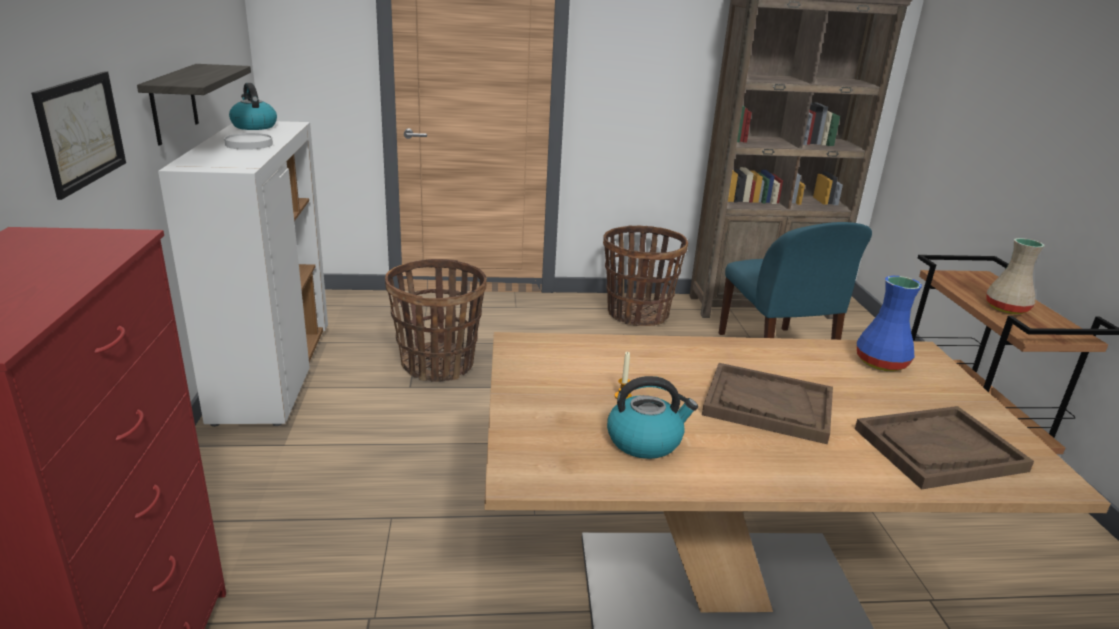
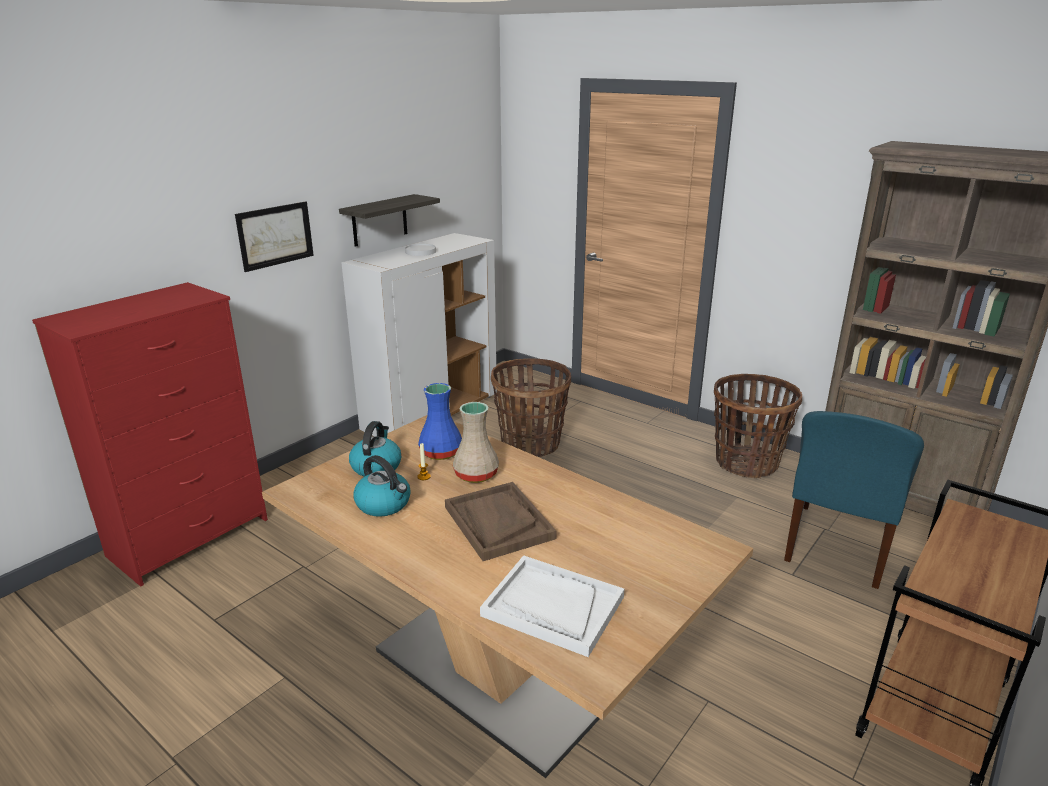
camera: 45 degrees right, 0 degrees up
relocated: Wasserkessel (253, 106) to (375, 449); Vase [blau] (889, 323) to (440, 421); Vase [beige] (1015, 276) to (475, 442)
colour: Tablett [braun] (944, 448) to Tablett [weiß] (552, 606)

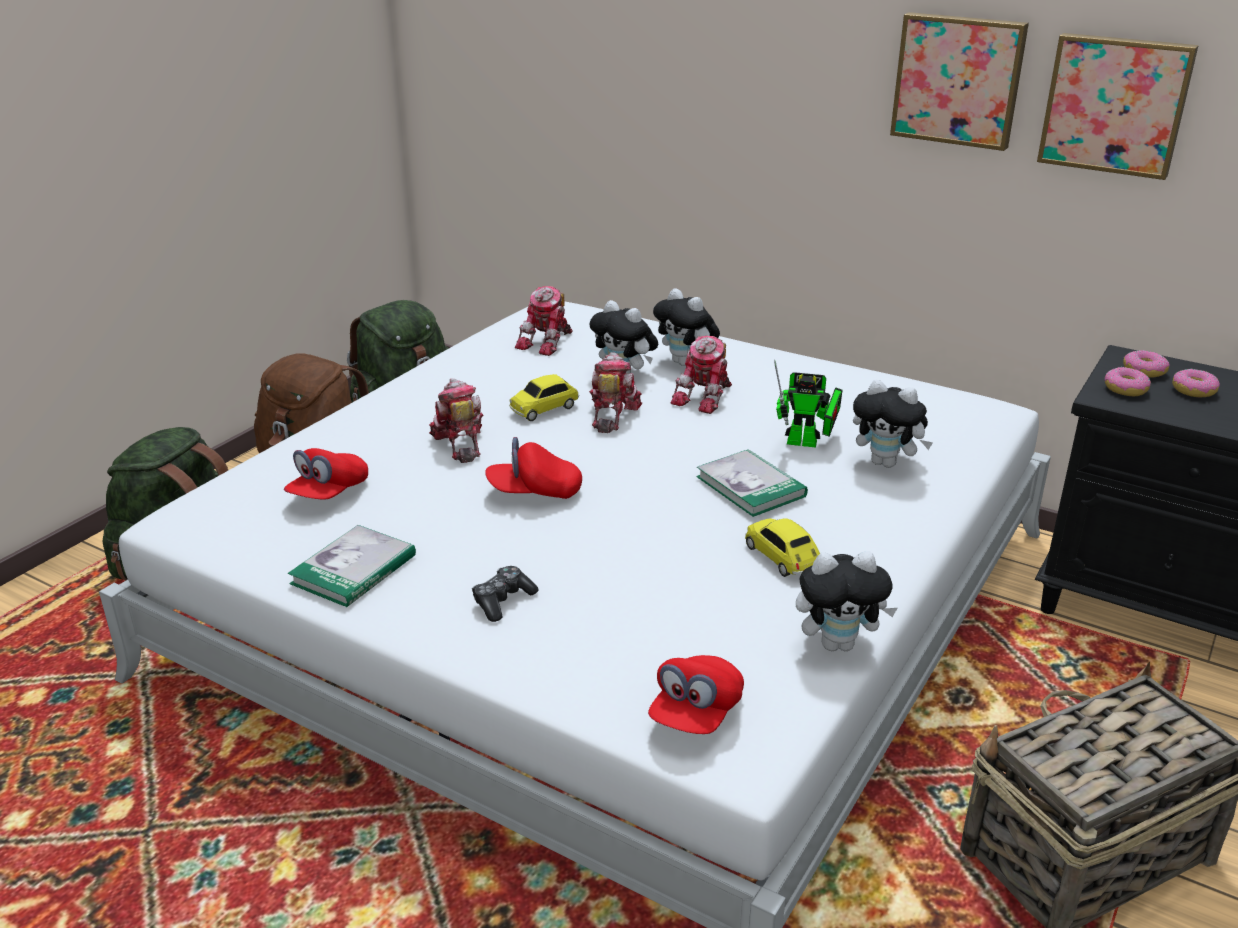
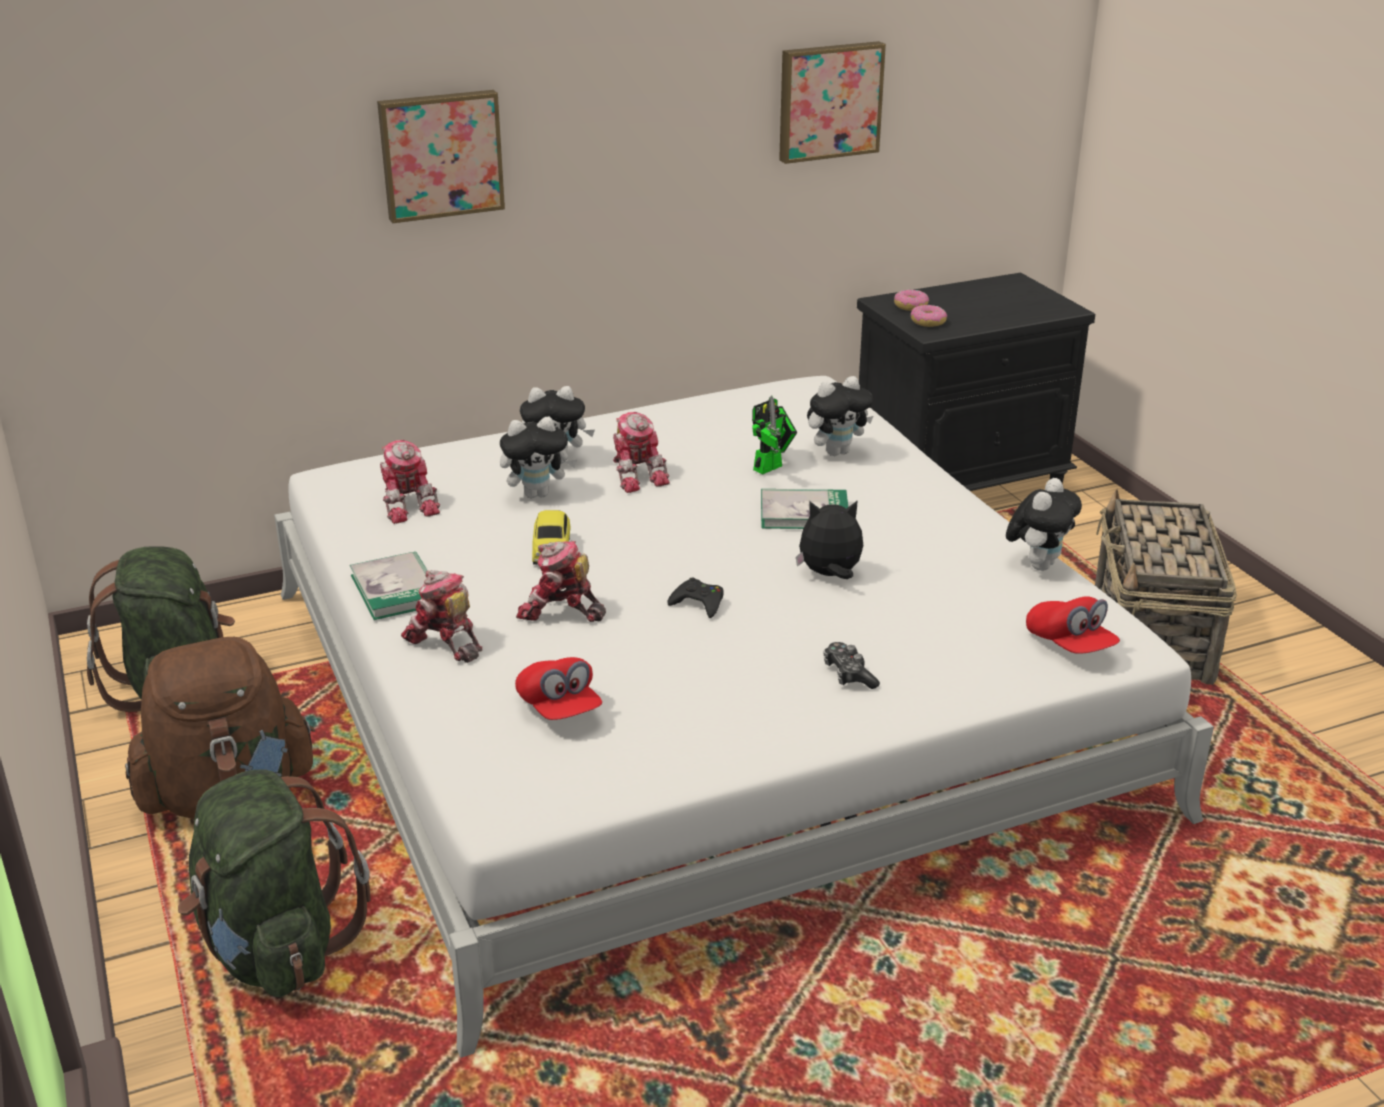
camera: 55 degrees left, 0 degrees up
missing: Spielzeugauto (782, 547); Donut (1196, 383)
appeared: Plüschtier (829, 540)
relocated: Buch (352, 566) to (389, 585); Spielzeugroboter (615, 392) to (441, 616); Bild (959, 81) to (441, 156)
exchanged: Kappe [rot] (533, 468) to Gamepad [schwarz] (696, 597)

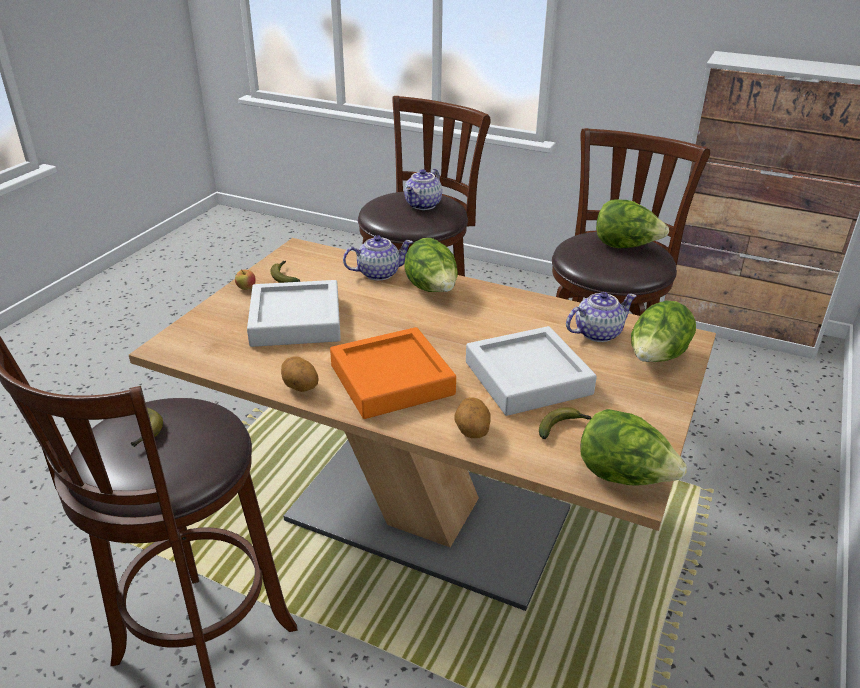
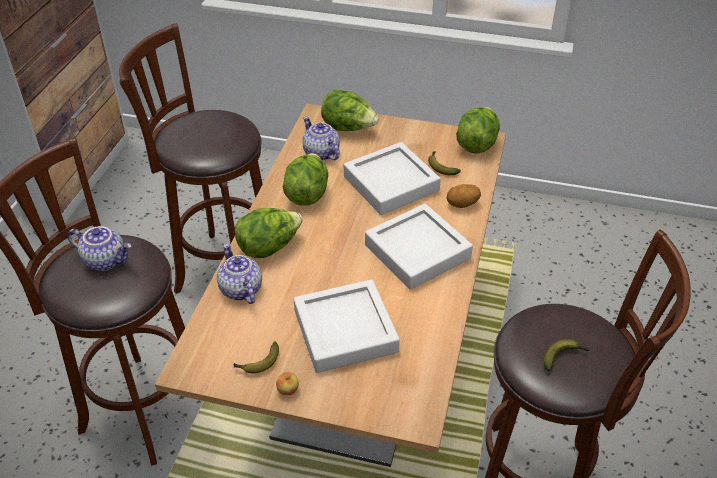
camera: 100 degrees left, 10 degrees up
missing: Kartoffel (300, 374)
relocated: Salatkopf (632, 224) to (305, 179)
colour: Tablett [orange] (393, 373) to Tablett [grau] (419, 247)

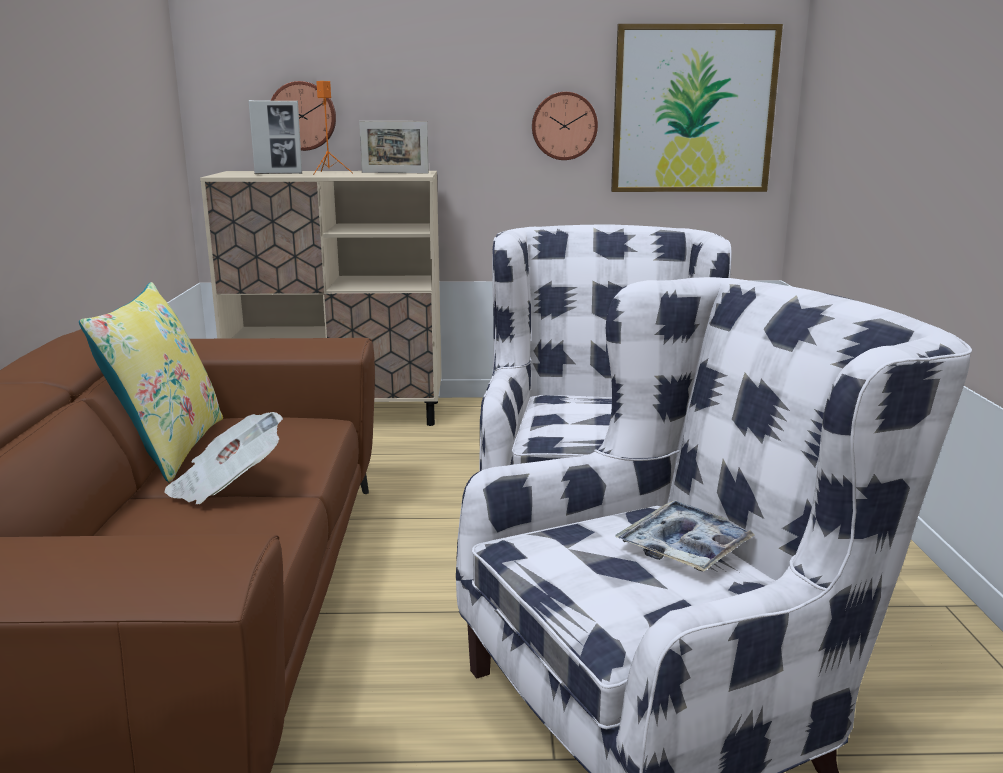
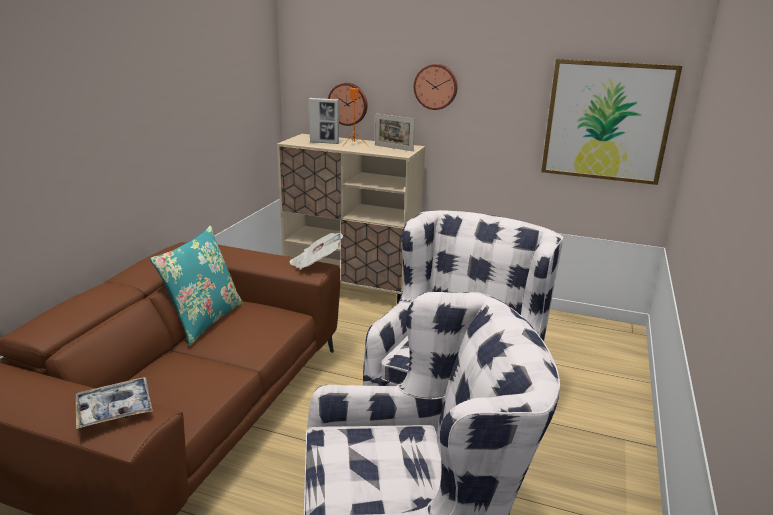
camera: 20 degrees right, 5 degrees up
relocated: Zeitung (223, 458) to (316, 251); Wanduhr (565, 126) to (436, 87); Tablett (685, 535) to (114, 403)
colour: Kissen [gelb] (151, 382) to Kissen [türkis] (196, 286)

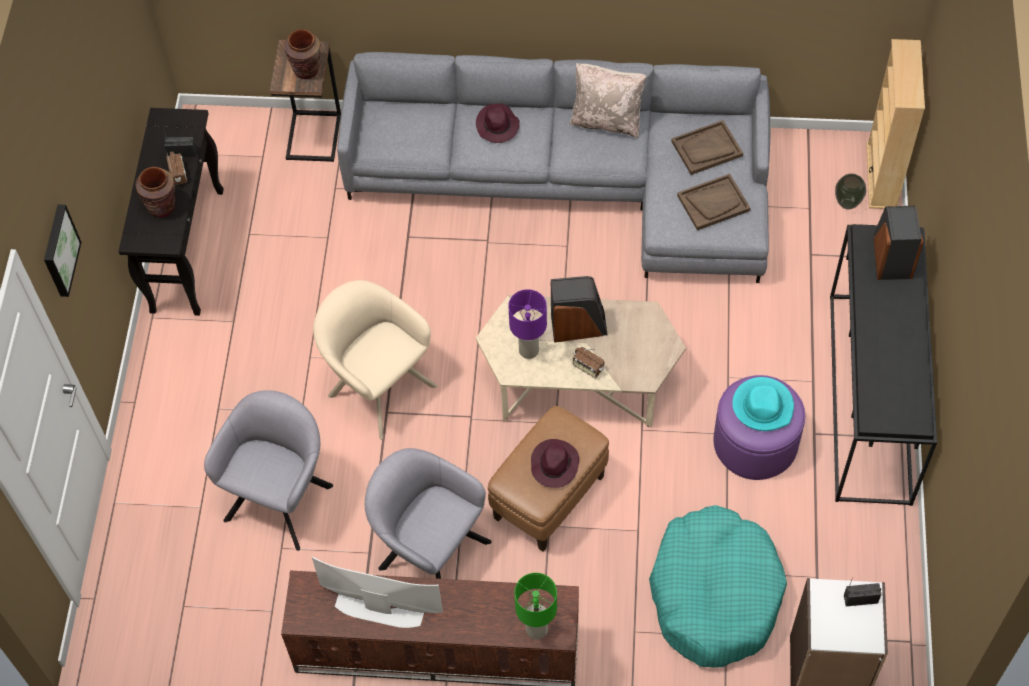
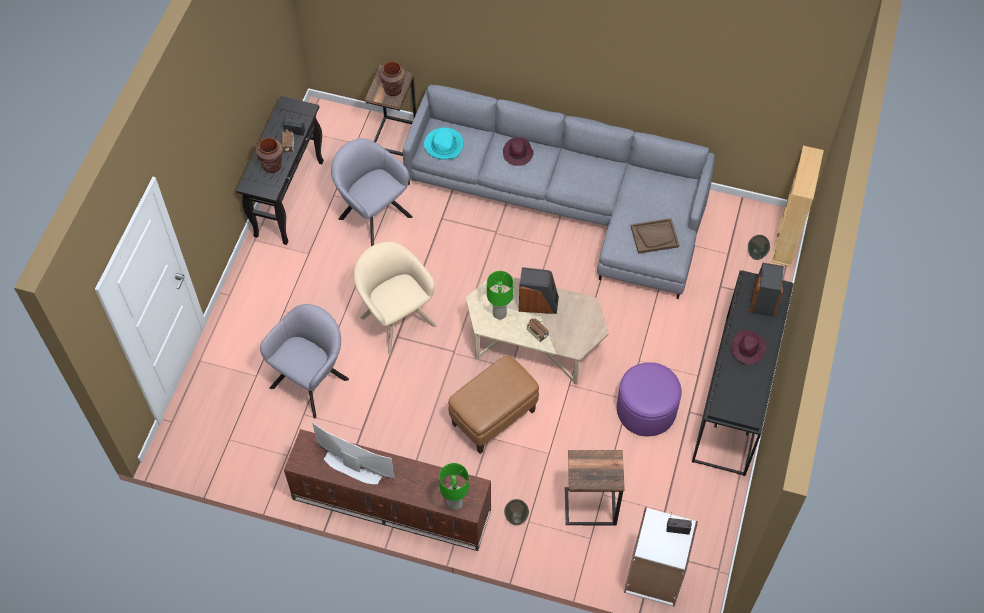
camera: 10 degrees right, 0 degrees up
missing: Bild (63, 251); Kissen [beige] (608, 100); Tablett [braun] (707, 147)
appeared: Vase (516, 512)
relocated: Sessel [grau] (428, 513) to (372, 192); Hut [lila] (555, 463) to (748, 347); Hut [türkis] (763, 404) to (444, 143)
exchanged: Hundebett [türkis] (718, 586) to Beistelltisch (595, 487)
colour: Tischlampe [lila] (527, 324) to Tischlampe [grün] (500, 295)

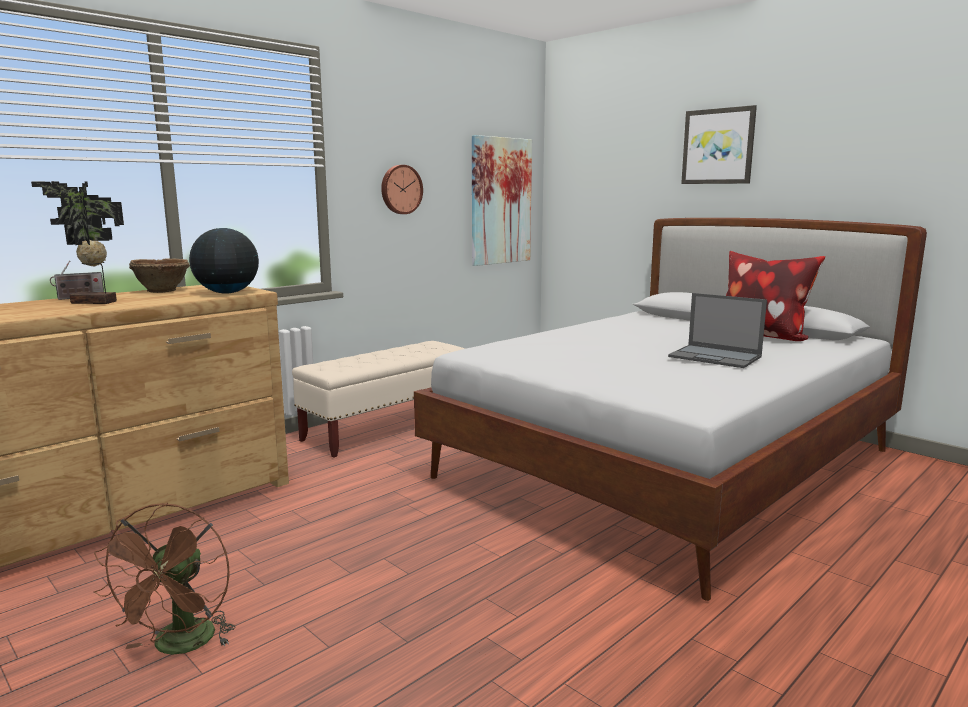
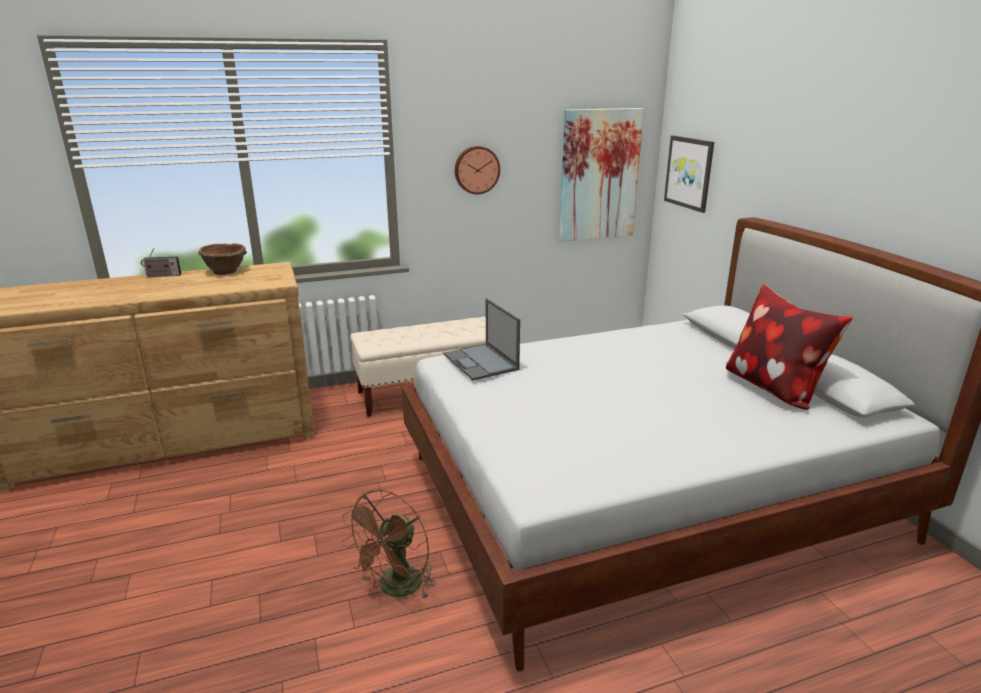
camera: 25 degrees right, 10 degrees up
missing: Topfpflanze (77, 242); Globus (224, 261)
relocated: Ventilator [braun] (165, 579) to (388, 545); Laptop (717, 330) to (481, 339); Bild (719, 144) to (689, 174)

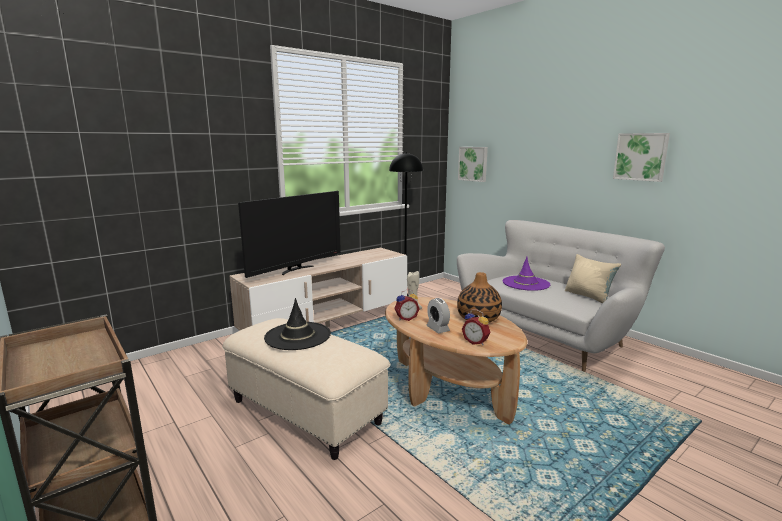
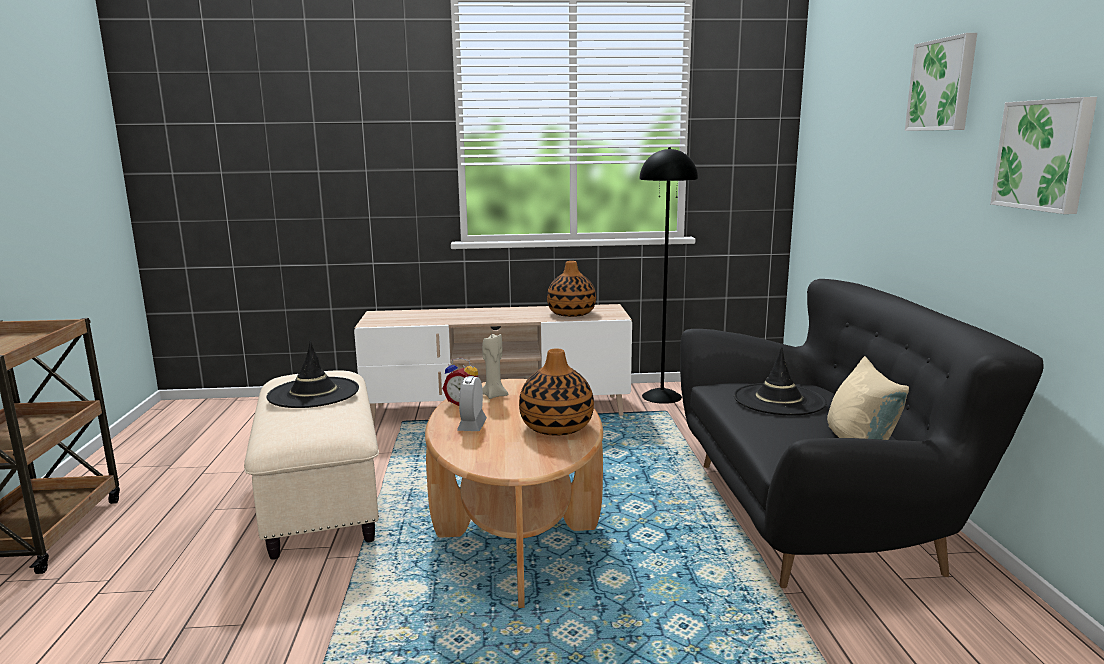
camera: 35 degrees right, 0 degrees up
missing: Fernseher (289, 234); Wecker (476, 327)
appeared: Vase (571, 289)
relocated: Bild (473, 164) to (941, 82)
colour: Sofa [weiß] (561, 296) to Sofa [schwarz] (862, 433); Hut [lila] (526, 274) to Hut [schwarz] (780, 381)

